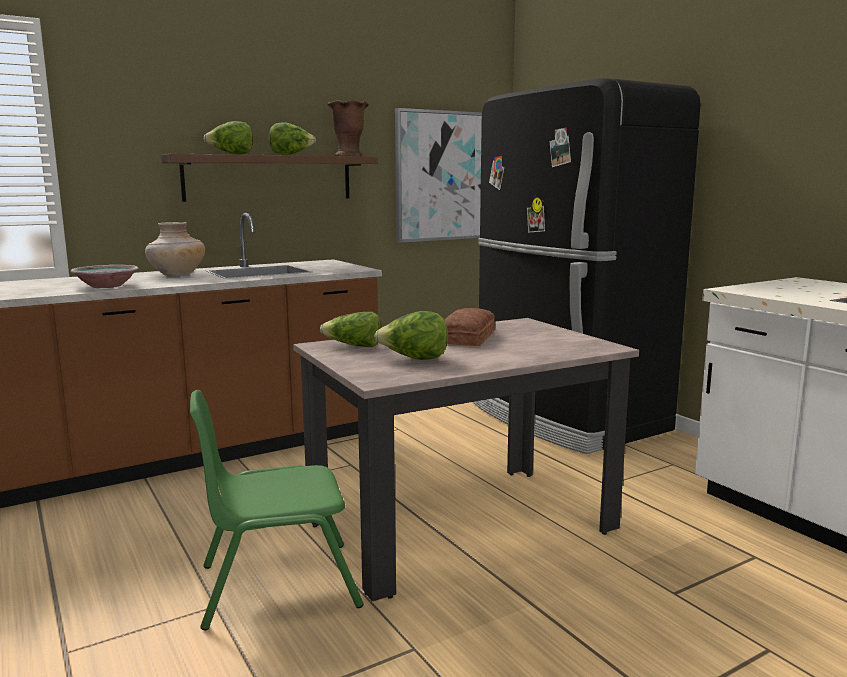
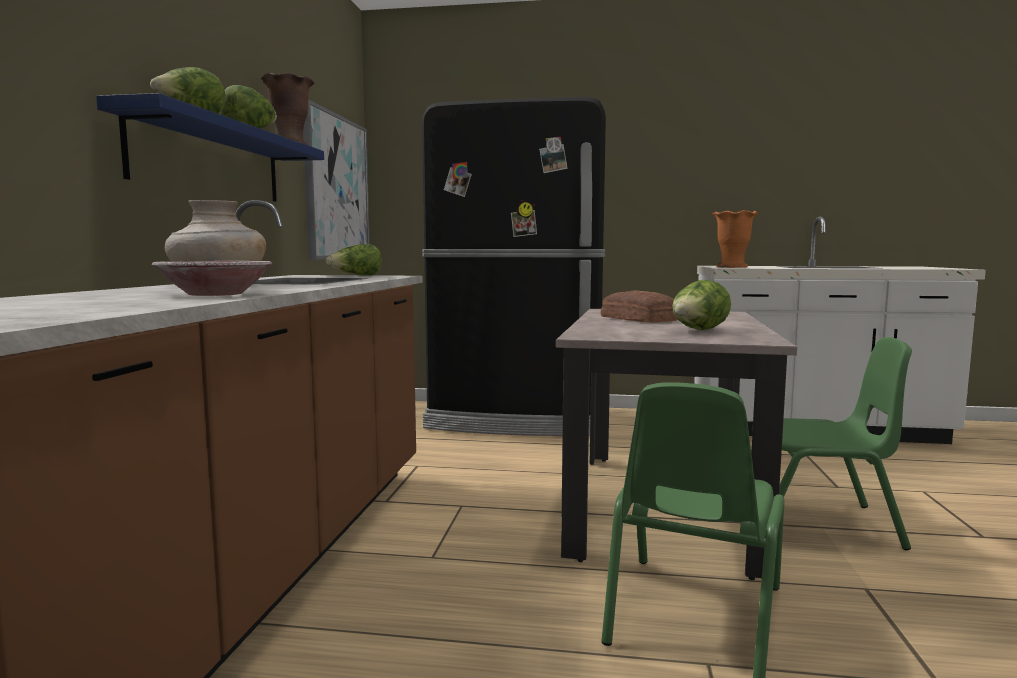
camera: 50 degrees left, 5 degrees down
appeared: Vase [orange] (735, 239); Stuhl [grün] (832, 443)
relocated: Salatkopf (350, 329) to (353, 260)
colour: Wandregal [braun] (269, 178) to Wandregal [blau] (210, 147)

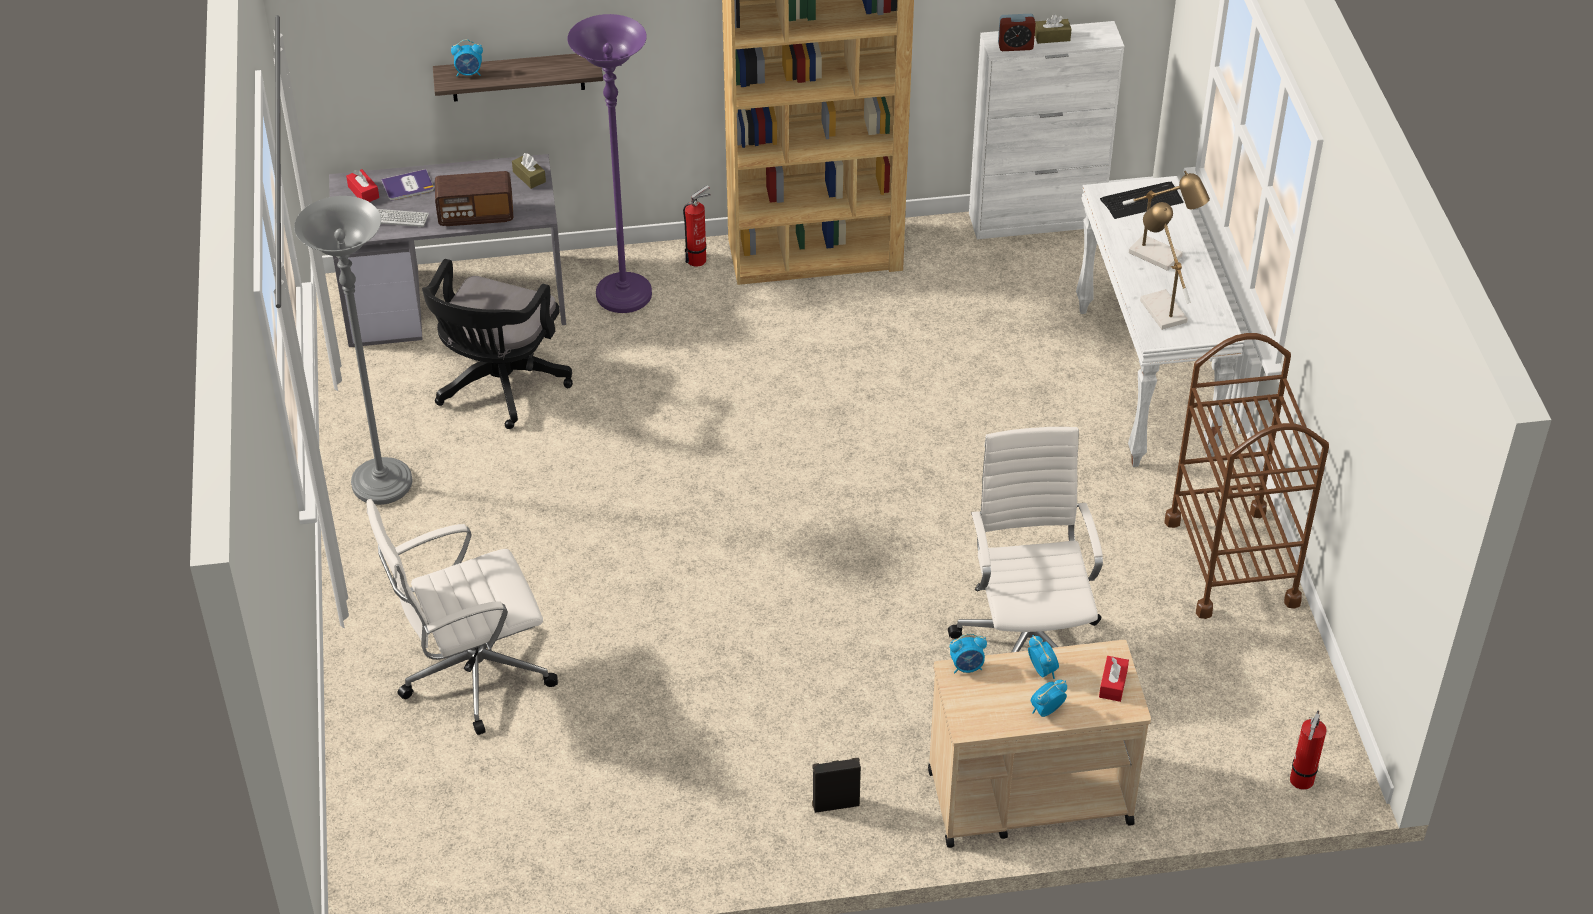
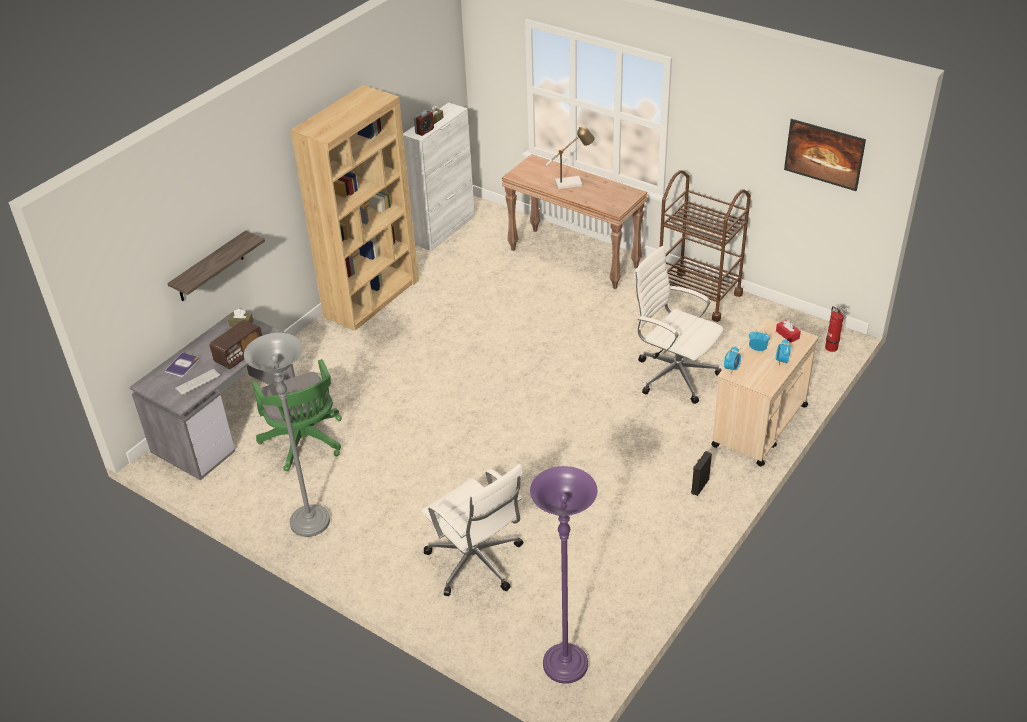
camera: 45 degrees left, 5 degrees down
missing: Taschentuchbox [rot] (362, 185); Wecker (467, 58); Feuerlöscher (697, 226); Tastatur (1142, 200); Tischlampe (1165, 266)
appeared: Bild (825, 155)
relocated: Stehlampe [lila] (609, 163) to (563, 575)
colour: Bürostuhl [schwarz] (497, 344) to Bürostuhl [grün] (297, 415); Konsolentisch [weiß] (1160, 321) to Konsolentisch [braun] (575, 221)
spun: Bürostuhl [weiß] (462, 617) = (472, 530) 60 degrees counterclockwise

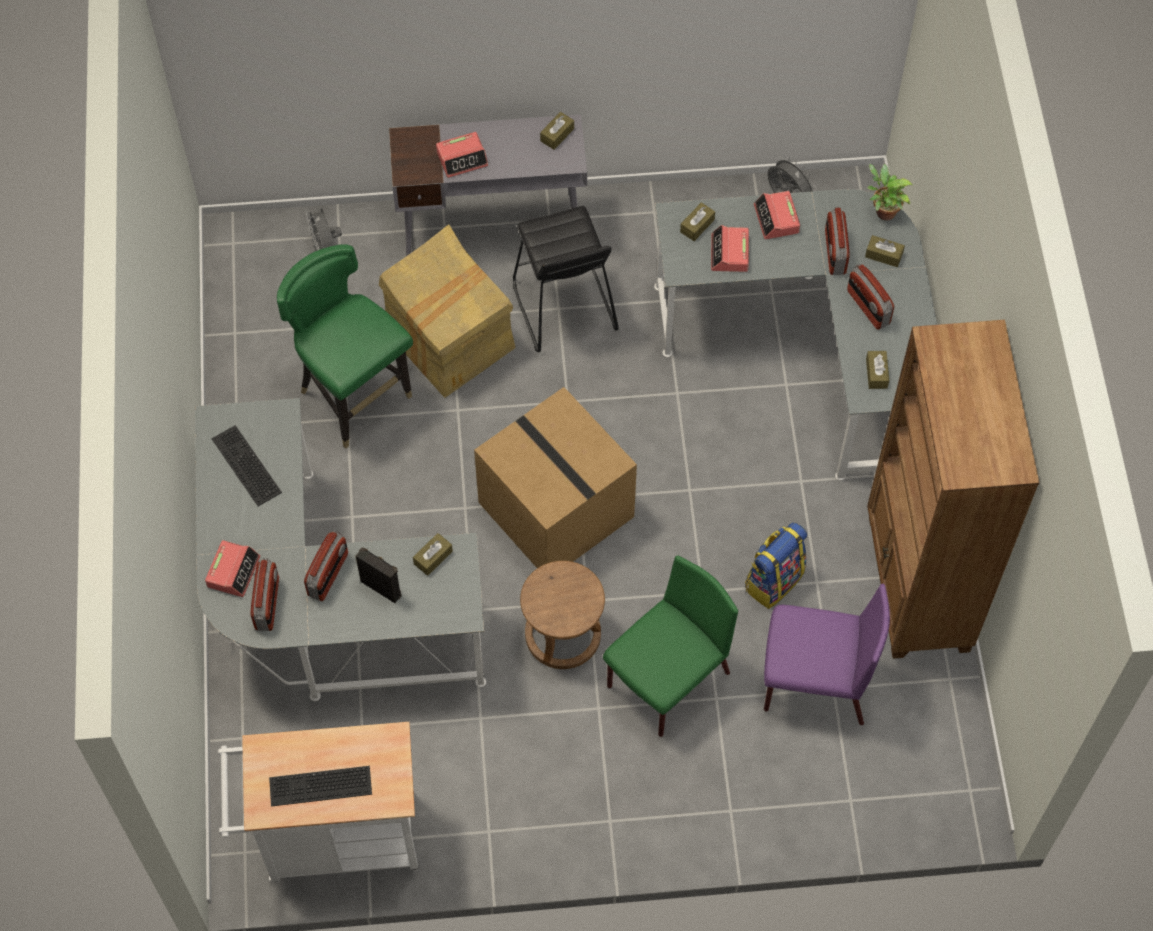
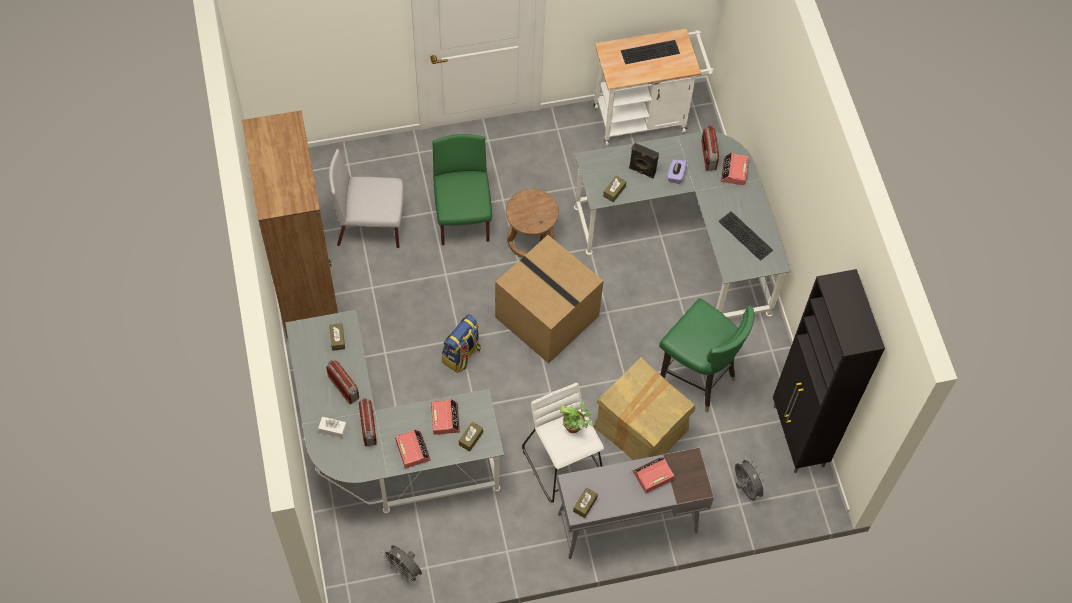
camera: 170 degrees right, 0 degrees up
appeared: Schrank [schwarz] (829, 371)
relocated: Rucksack (776, 566) to (461, 343); Topfpflanze (890, 192) to (576, 417)
exchanged: Radio (326, 565) to Taschentuchbox [lila] (677, 171)
colour: Hocker [schwarz] (566, 279) to Hocker [weiß] (563, 443); Stuhl [lila] (827, 654) to Stuhl [grau] (366, 198); Taschentuchbox [braun] (885, 251) to Taschentuchbox [weiß] (332, 427)
spun: Stuhl [grün] (670, 646) = (462, 190) 135 degrees clockwise

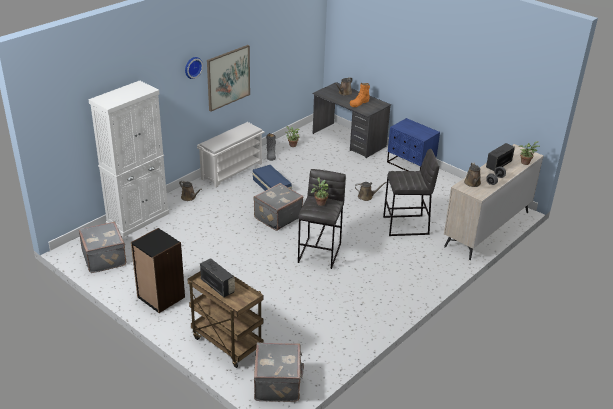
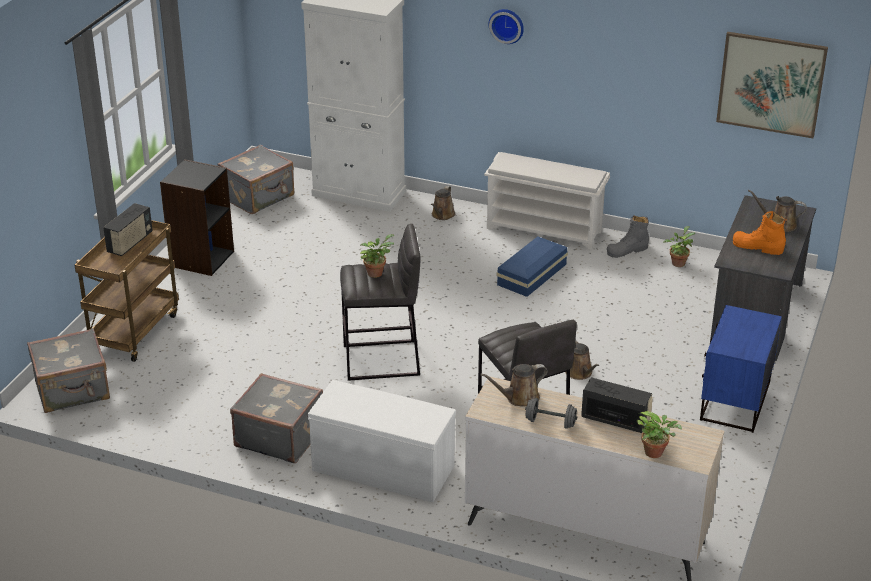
camera: 70 degrees right, 0 degrees up
appeared: Bank [weiß] (382, 441)
relocated: Bild (228, 78) to (772, 85); Koffer [grau] (278, 207) to (276, 418)

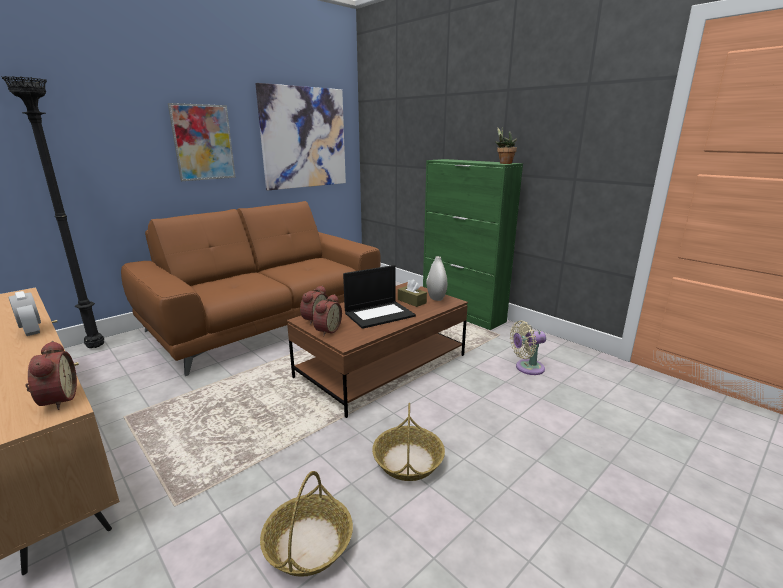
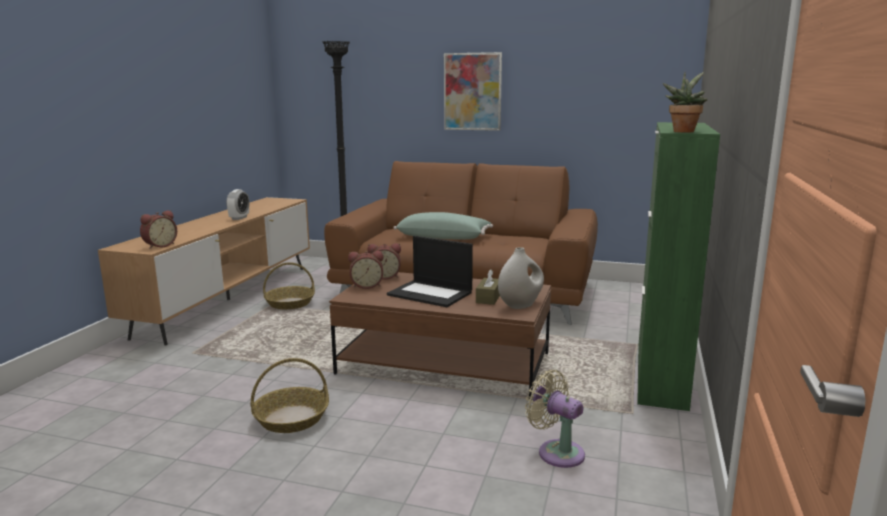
camera: 60 degrees right, 5 degrees down
missing: Bild (300, 136)
appeared: Kissen [grün] (443, 225)
relocated: Korb (306, 524) to (289, 285)

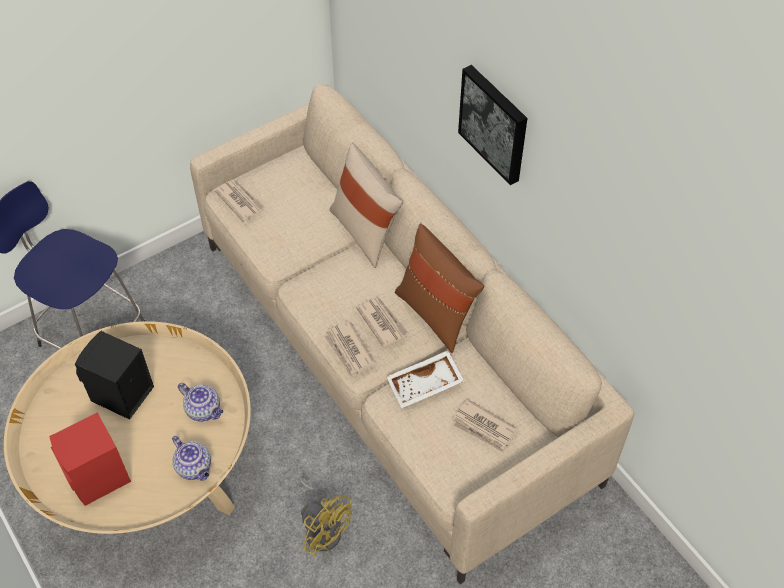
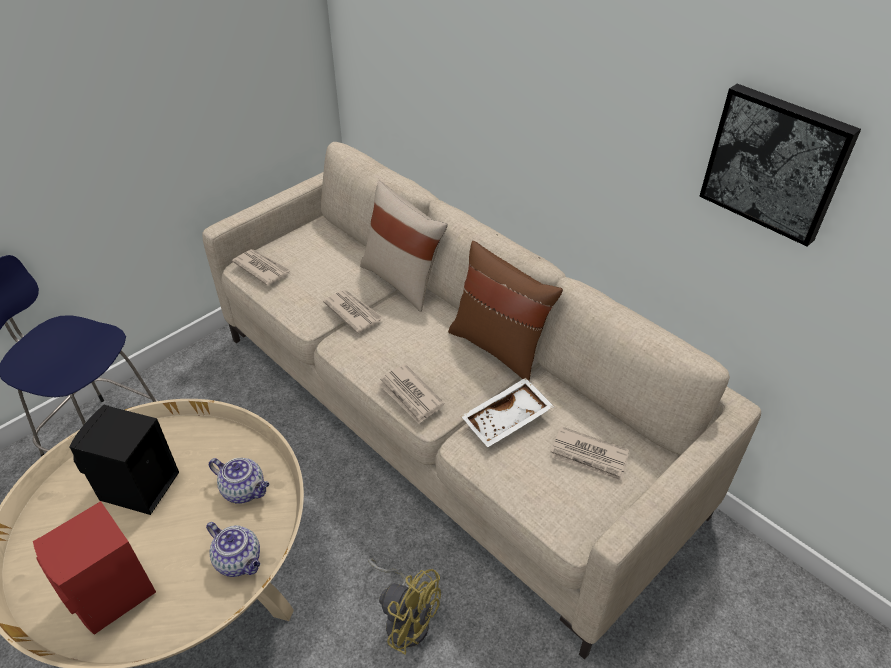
camera: 10 degrees left, 10 degrees down
relocated: Zeitung (382, 322) to (353, 311); Bild (492, 125) to (780, 165)

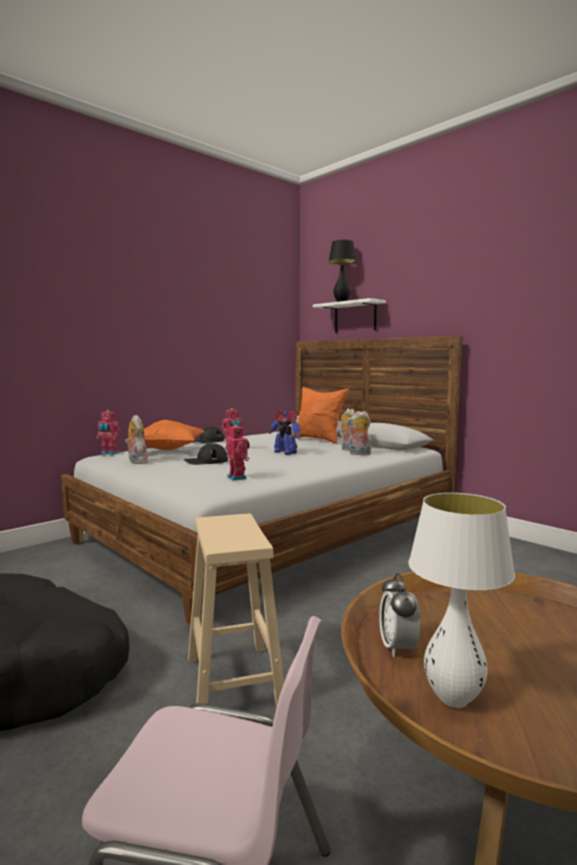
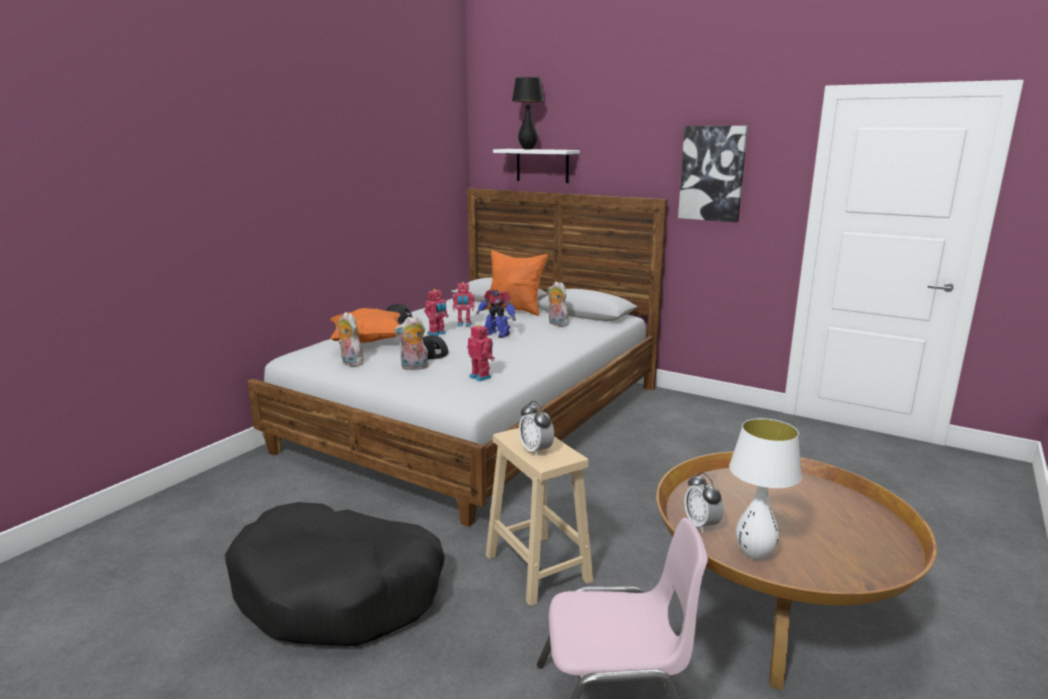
camera: 15 degrees left, 10 degrees up
appeared: Wecker (536, 428); Bild (713, 174)
relocated: Spielzeugroboter (108, 432) to (464, 304); Plüschtier (358, 433) to (411, 343)

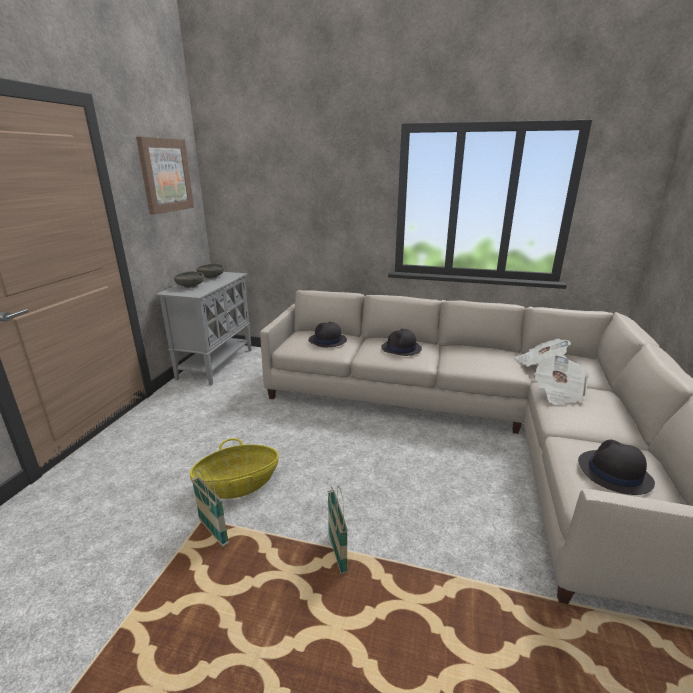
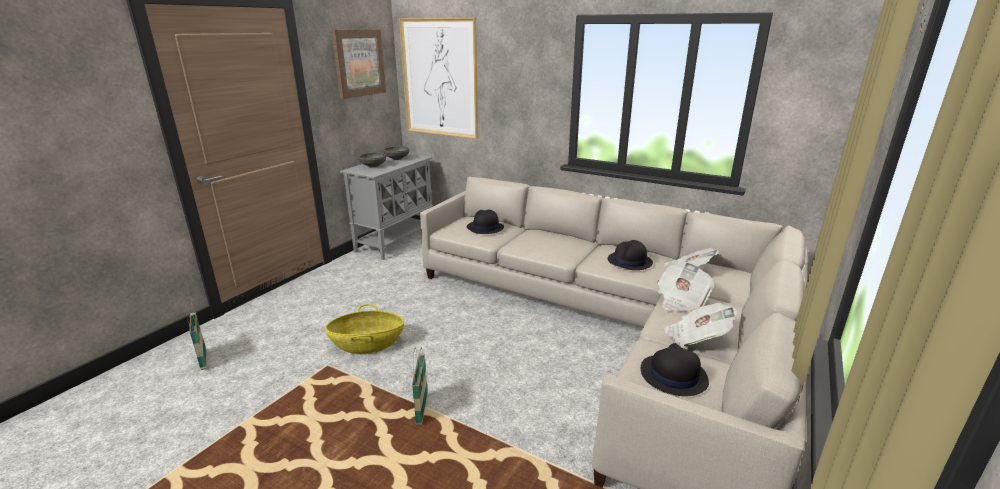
camera: 15 degrees right, 0 degrees up
appeared: Bild (438, 78); Zeitung (701, 324)
relocated: Korb (210, 507) to (196, 336); Hut [schwarz] (401, 342) to (630, 255)

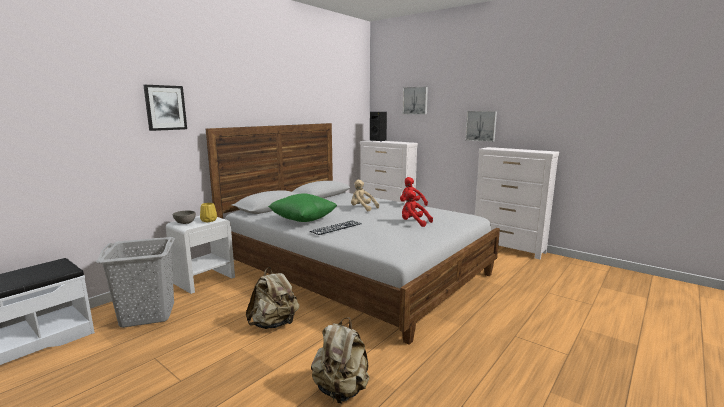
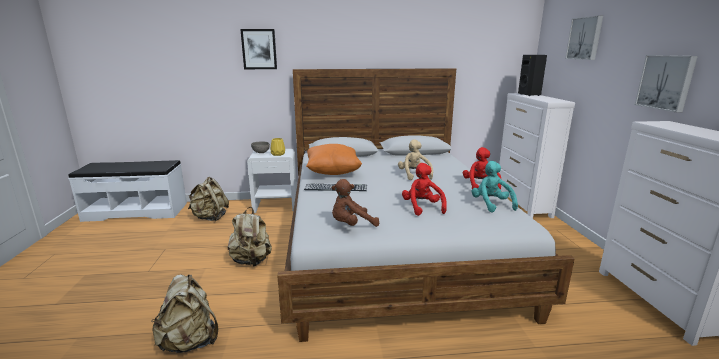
camera: 45 degrees right, 5 degrees up
appeared: Plüschtier [braun] (355, 203); Plüschtier [türkis] (495, 186)
exchanged: Wäschekorb [grau] (135, 282) to Rucksack [beige] (208, 199)
colour: Kissen [grün] (302, 207) to Kissen [orange] (334, 159)

